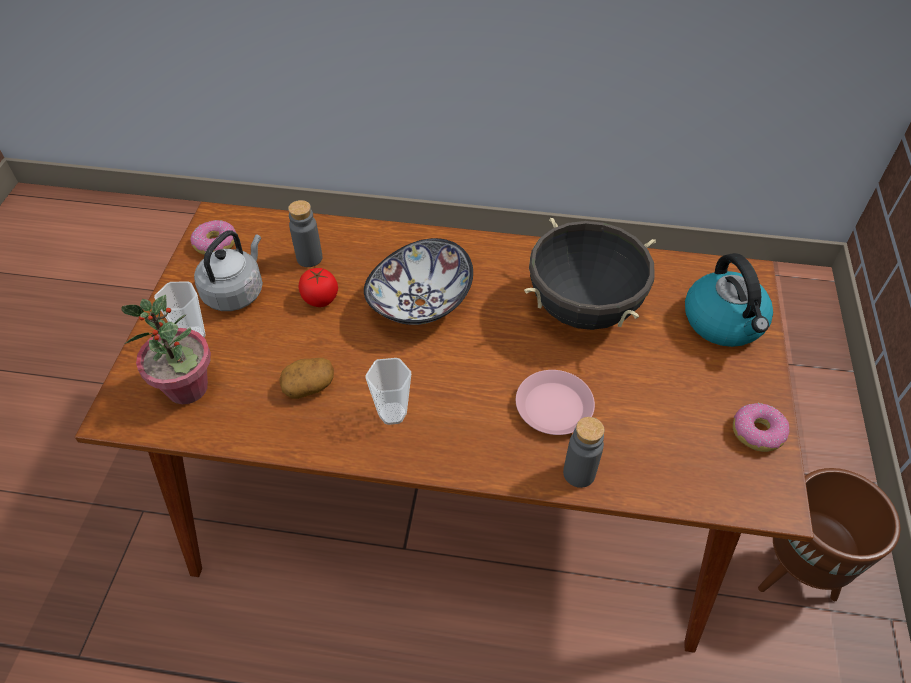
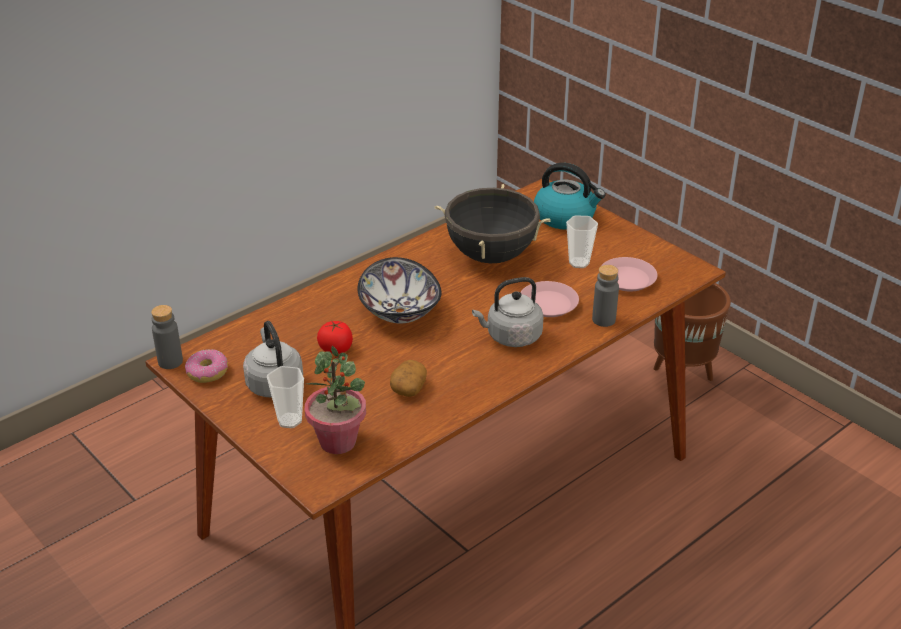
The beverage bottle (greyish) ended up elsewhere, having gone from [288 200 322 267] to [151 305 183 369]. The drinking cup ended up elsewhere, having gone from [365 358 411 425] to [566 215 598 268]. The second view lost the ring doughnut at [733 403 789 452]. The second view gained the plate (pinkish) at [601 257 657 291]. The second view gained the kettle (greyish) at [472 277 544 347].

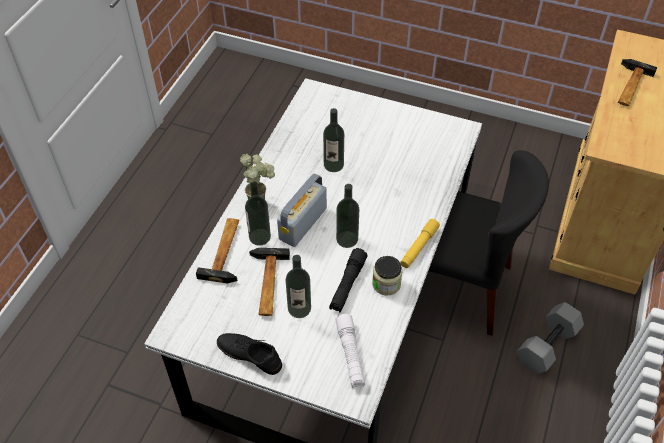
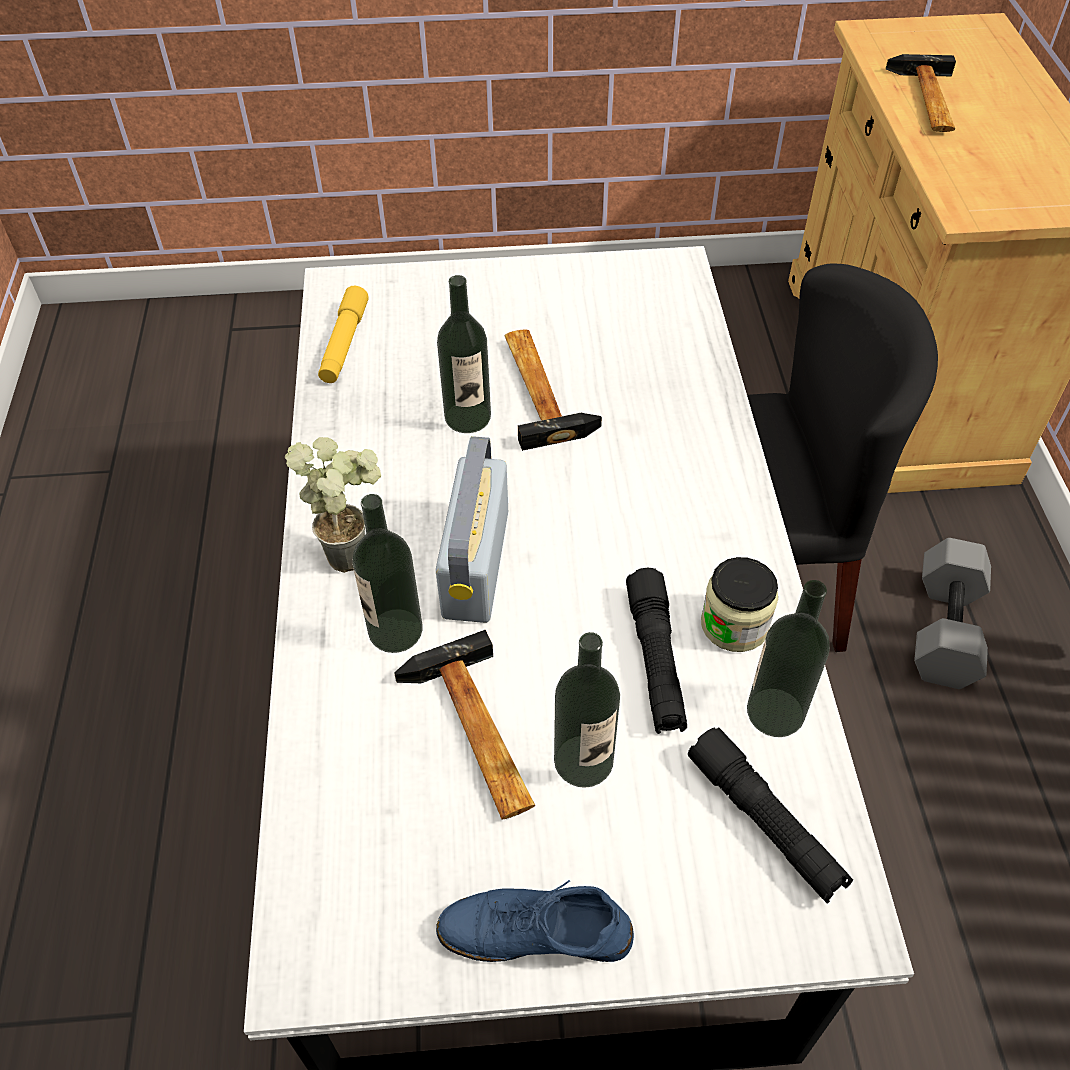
The beverage bottle ended up elsewhere, having gone from [336 184 359 248] to [747 580 830 737]. The hand hammer ended up elsewhere, having gone from [196 218 239 283] to [504 330 602 451]. The torch (yellow-coloured) ended up elsewhere, having gone from [400 219 440 268] to [318 286 369 383]. What was the torch (white) at [335 314 365 388] turned into the torch (black) at [688 727 853 904]. What was the shoe (black) at [217 333 282 375] turned into the shoe (bluish) at [436 880 634 962].

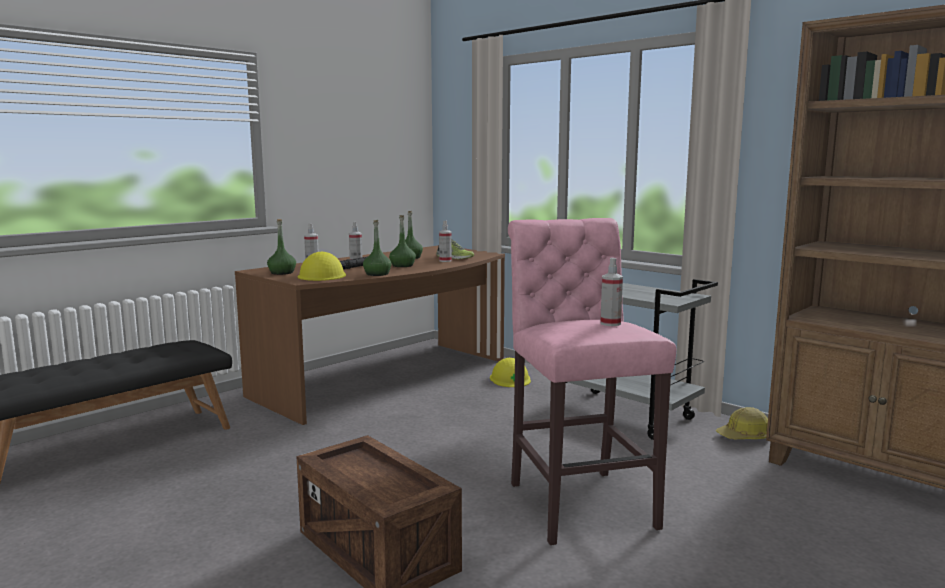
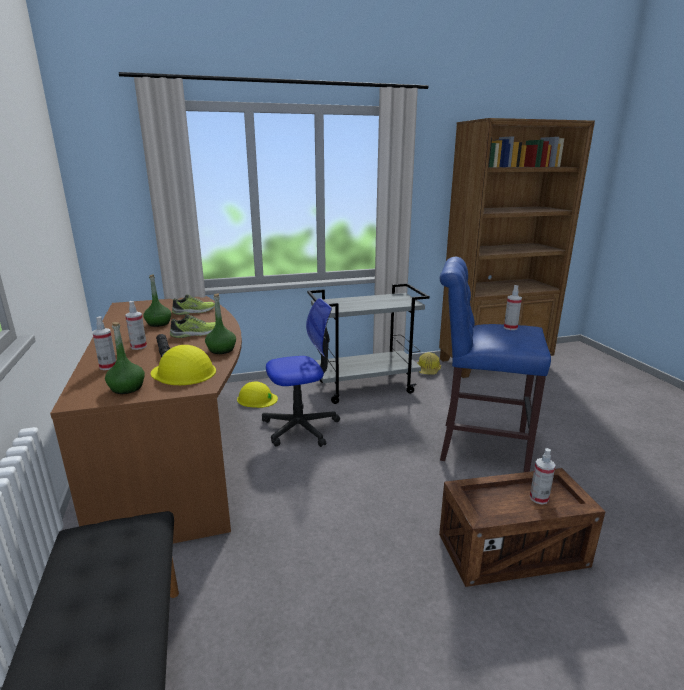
Where the beverage bottle (greenish) stood at [389 215 416 267], the shoe came to stand at [170 314 216 338]. What was the stool (pinkish) at [508 218 676 545] turned into the stool (bluish) at [440 257 551 472]. The hand sprayer ended up elsewhere, having gone from [439 221 452 262] to [530 448 556 504]. The second view gained the desk chair at [262 298 340 447].

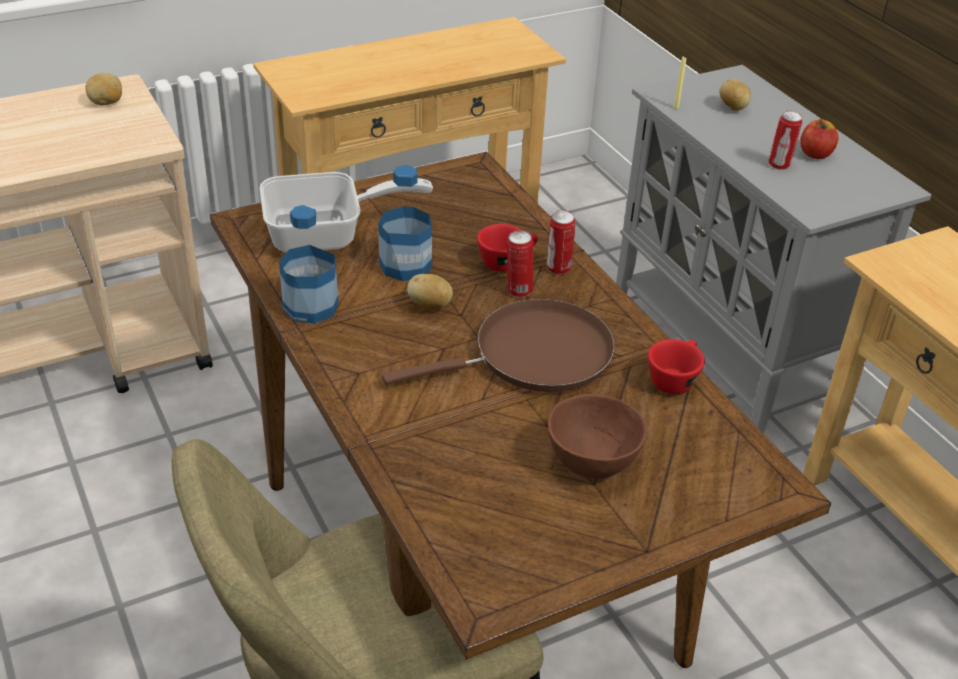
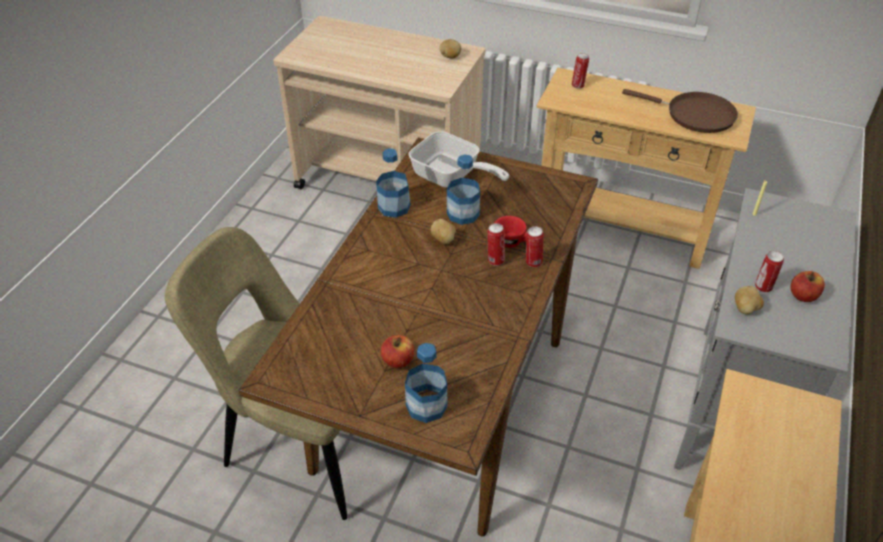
The spud ended up elsewhere, having gone from [719 79 751 111] to [735 286 764 314]. The pan (brown) ended up elsewhere, having gone from [382 299 615 392] to [622 89 738 133]. The second view lost the drinking cup (red) at [648 339 705 394]. Where the serving bowl (brown) stood at [548 394 647 478], the whole apple came to stand at [381 335 415 368]. The second view gained the metal can at [572 53 589 89]. The second view gained the beverage bottle at [405 343 447 423].

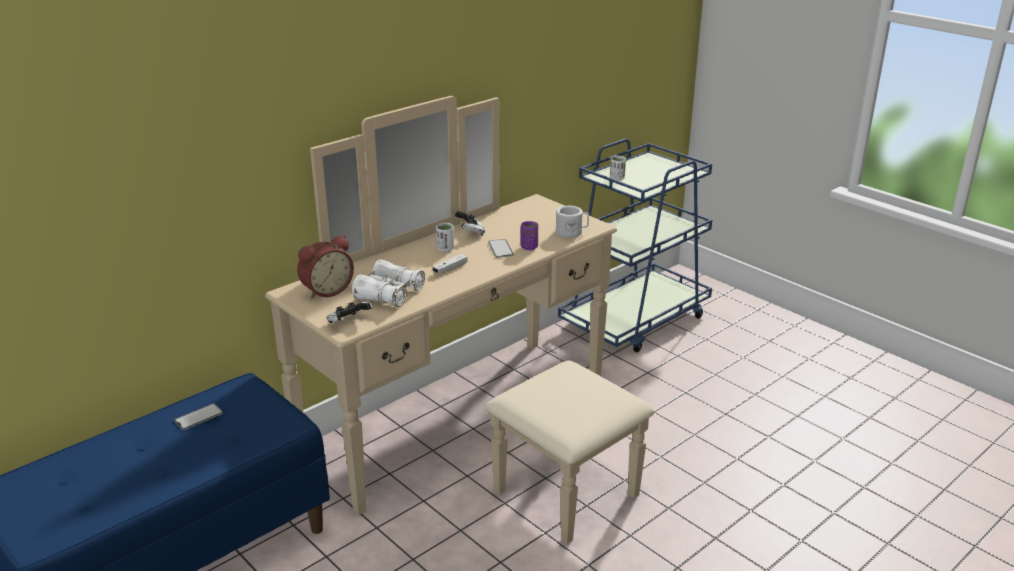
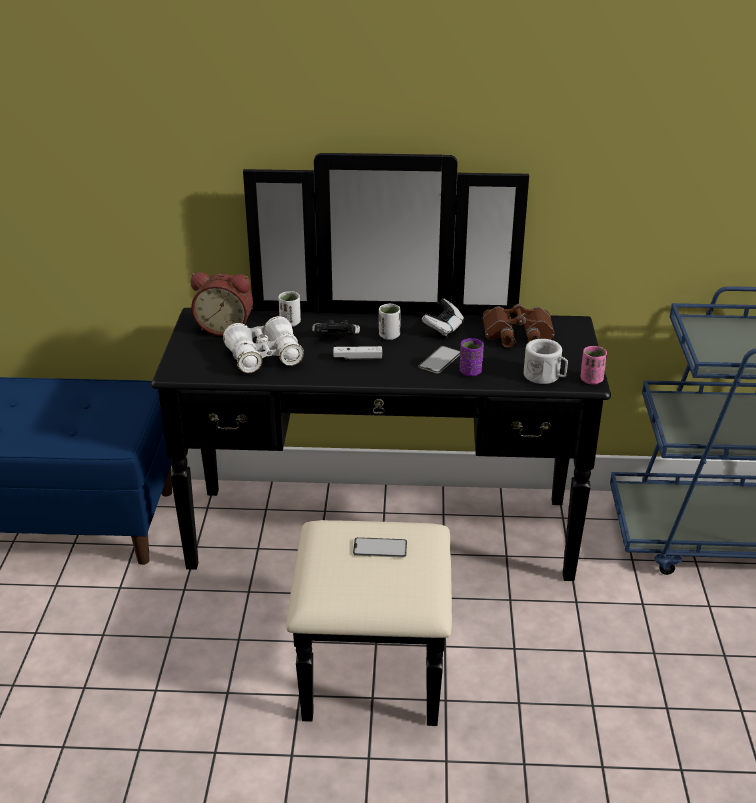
What was the dresser (beige-coloured) at [265 96 655 544] turned into the dresser (black) at [151 153 611 726]. The drinking cup (white) ended up elsewhere, having gone from [610 156 626 181] to [278 291 301 327]. The game controller ended up elsewhere, having gone from [327 302 372 323] to [312 320 360 335]. The telephone ended up elsewhere, having gone from [174 403 223 430] to [353 537 407 558]. The second view gained the pair of binoculars (brown) at [483 304 555 348]. The second view gained the drinking cup (pinkish) at [581 346 607 384].

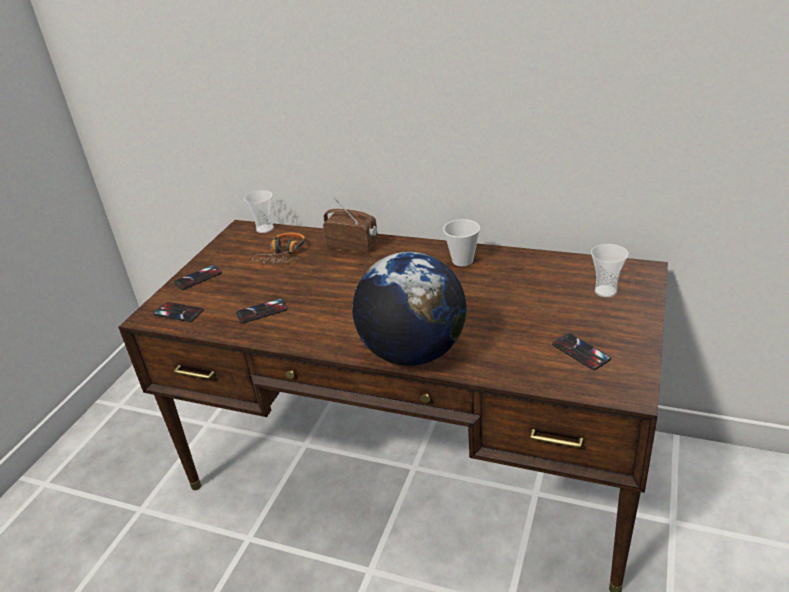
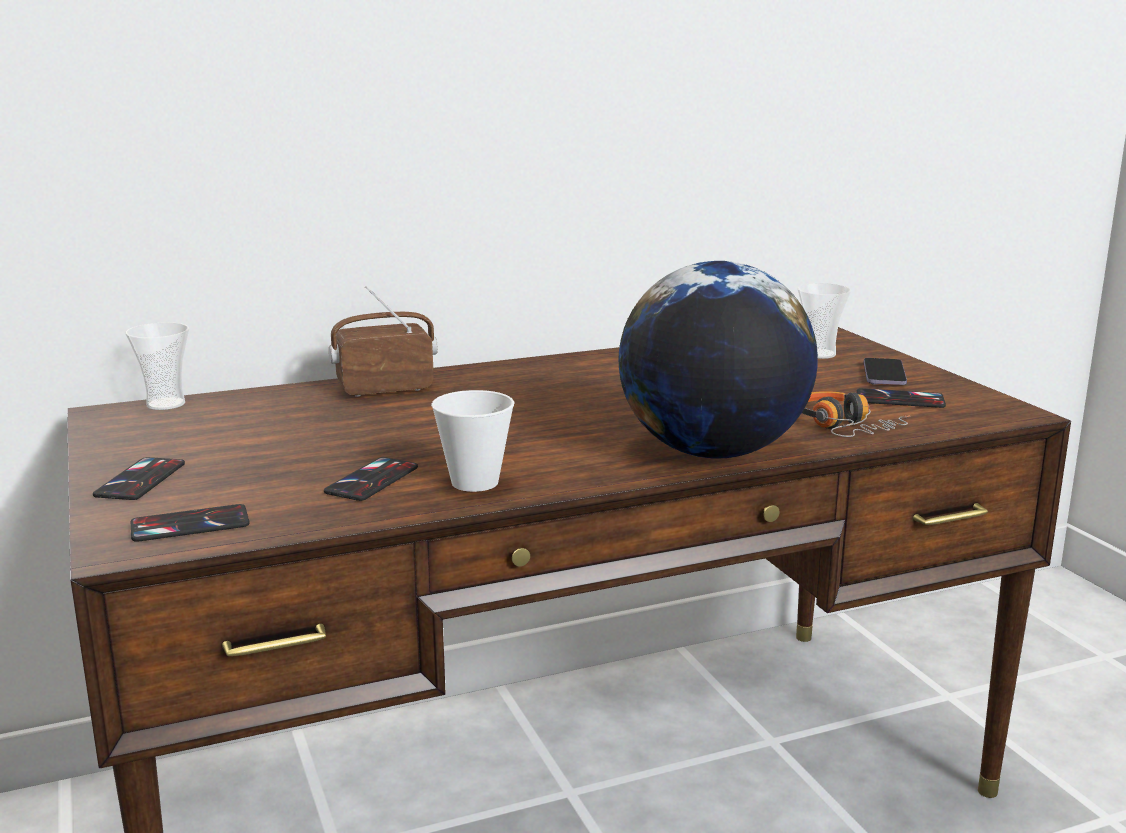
The drinking cup ended up elsewhere, having gone from [443 219 480 266] to [431 390 515 492]. The pair of headphones ended up elsewhere, having gone from [252 233 305 263] to [802 391 910 437]. The second view gained the telephone at [864 358 907 385].

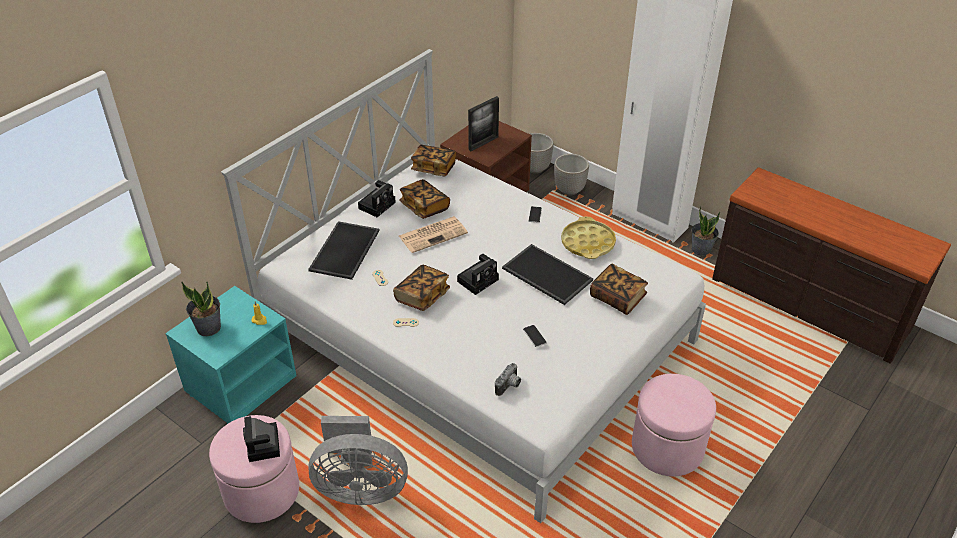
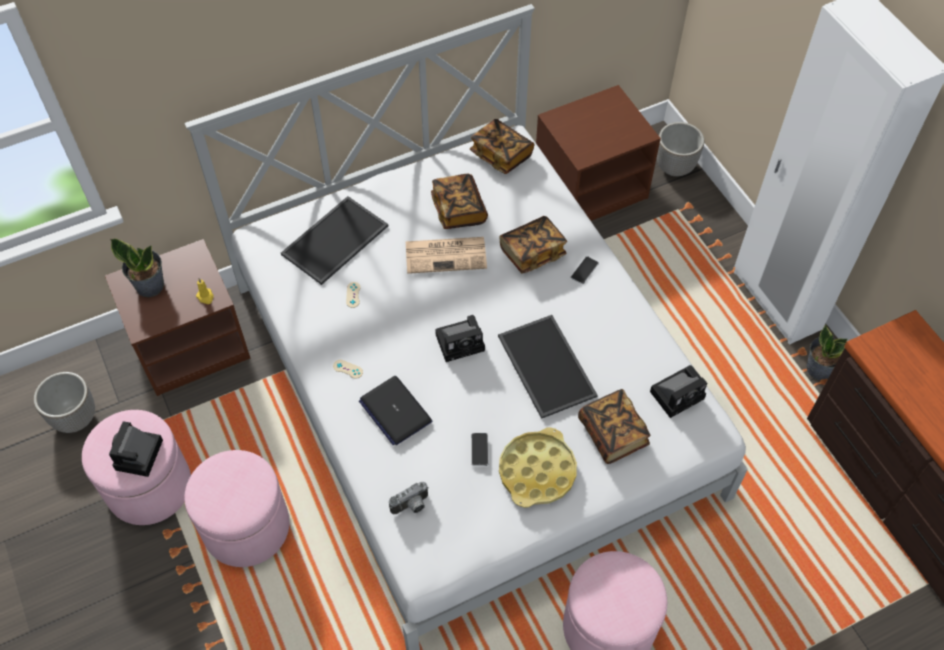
The second view lost the picture frame at [468 96 499 151]. The plant pot ended up elsewhere, having gone from [554 154 589 195] to [33 372 95 433]. The still camera ended up elsewhere, having gone from [358 180 396 217] to [650 365 707 418]. The tray (yellow-coloured) ended up elsewhere, having gone from [561 216 616 259] to [499 427 577 508]. The book ended up elsewhere, having gone from [393 265 450 311] to [499 216 567 273]. What was the nightstand (turquoise-coloured) at [165 286 297 424] turned into the nightstand (brown) at [105 239 250 396]. Where the electric fan (greyish) stood at [308 416 408 505], the pouffe (pinkish) came to stand at [184 450 290 567]. The second view gained the laptop at [359 376 432 445].

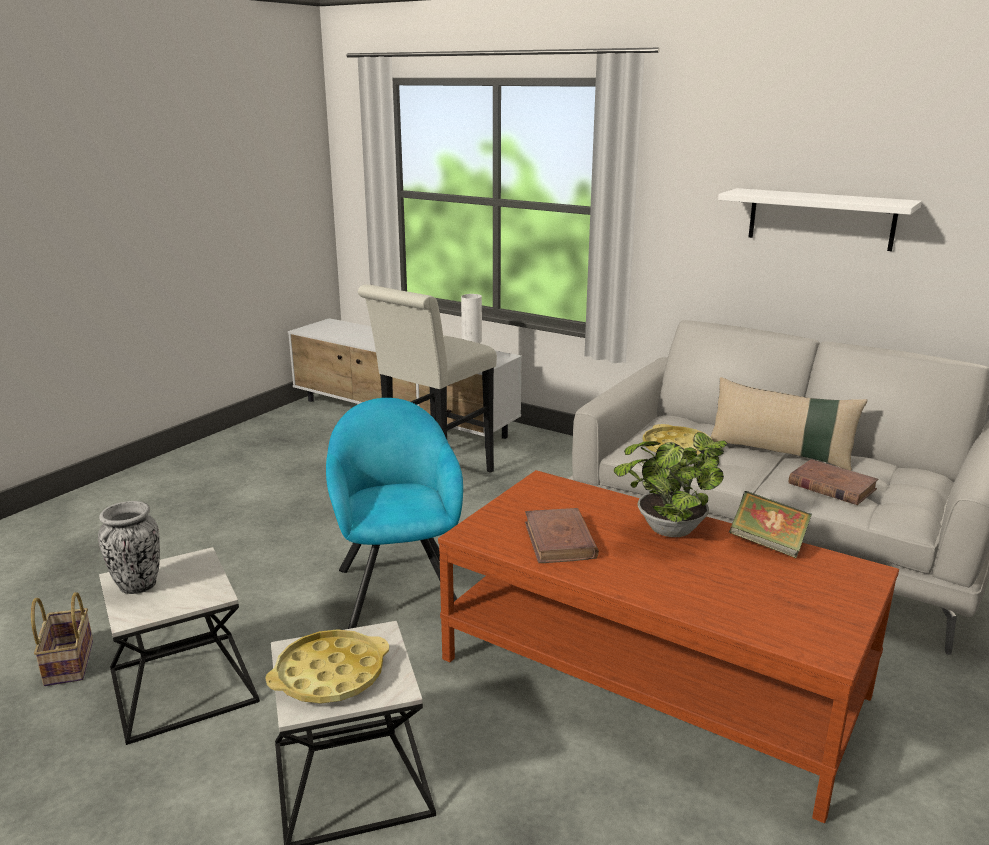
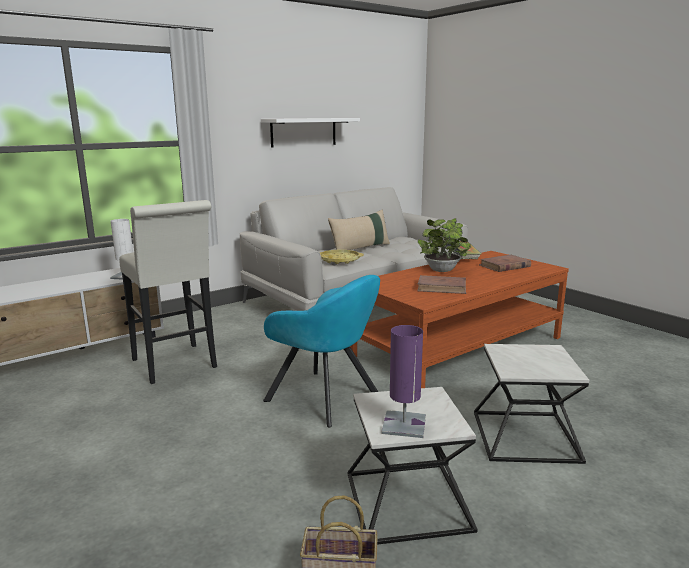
The easy chair (turquoise-coloured) at [326 398 463 629] ended up facing another way, 150 degrees counterclockwise from before. The book (brown) ended up elsewhere, having gone from [789 459 879 505] to [479 255 531 272]. Where the flower vase stood at [98 501 160 594], the table lamp (purple) came to stand at [382 325 426 438]. The second view lost the tray (yellow-coloured) at [265 629 389 703].

